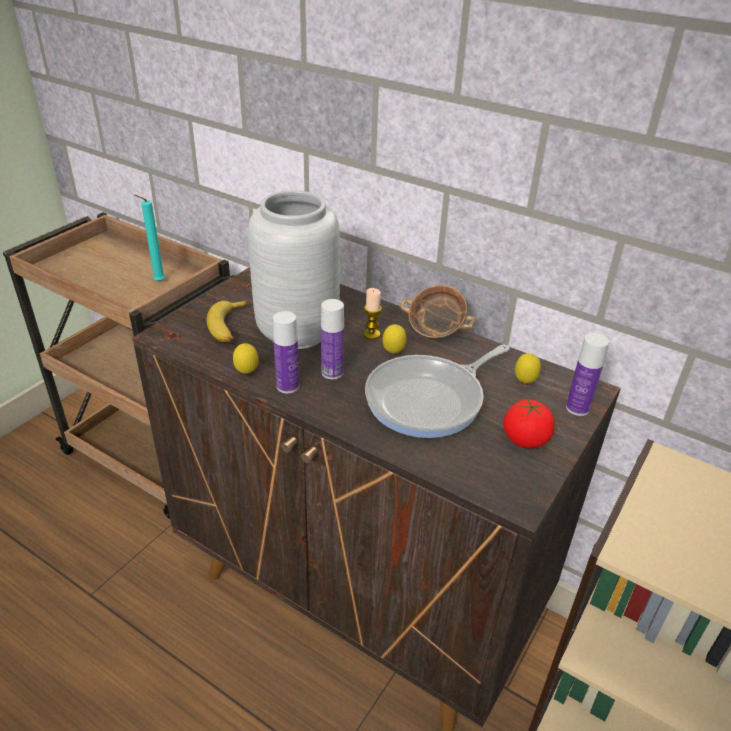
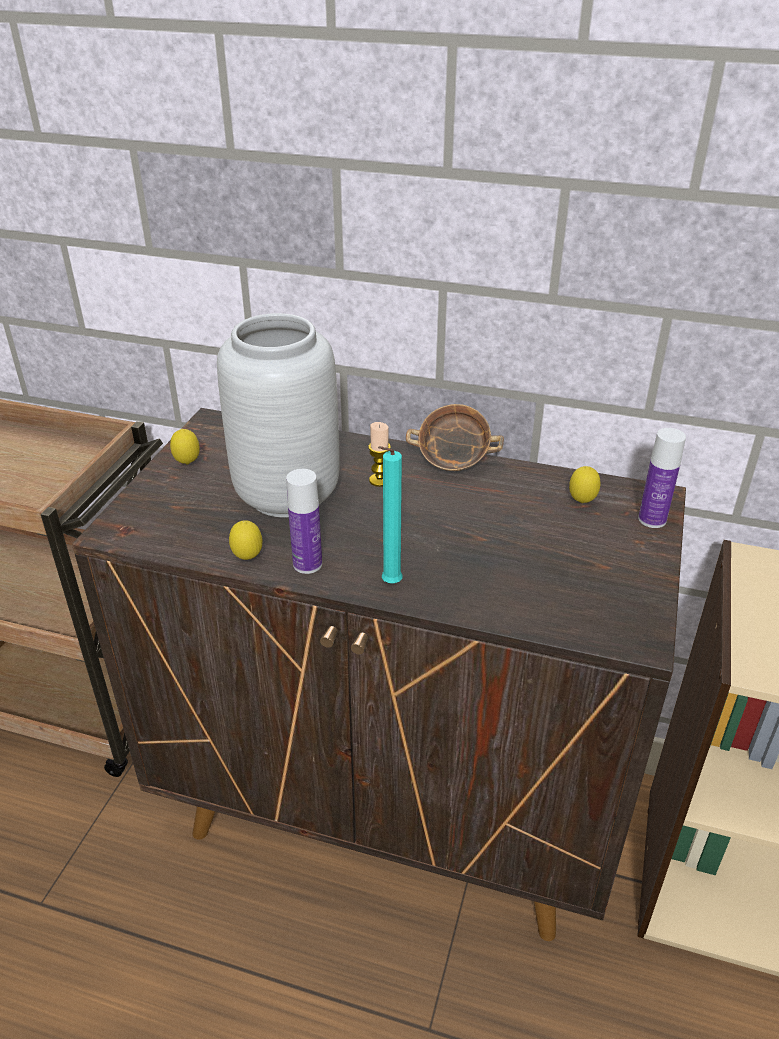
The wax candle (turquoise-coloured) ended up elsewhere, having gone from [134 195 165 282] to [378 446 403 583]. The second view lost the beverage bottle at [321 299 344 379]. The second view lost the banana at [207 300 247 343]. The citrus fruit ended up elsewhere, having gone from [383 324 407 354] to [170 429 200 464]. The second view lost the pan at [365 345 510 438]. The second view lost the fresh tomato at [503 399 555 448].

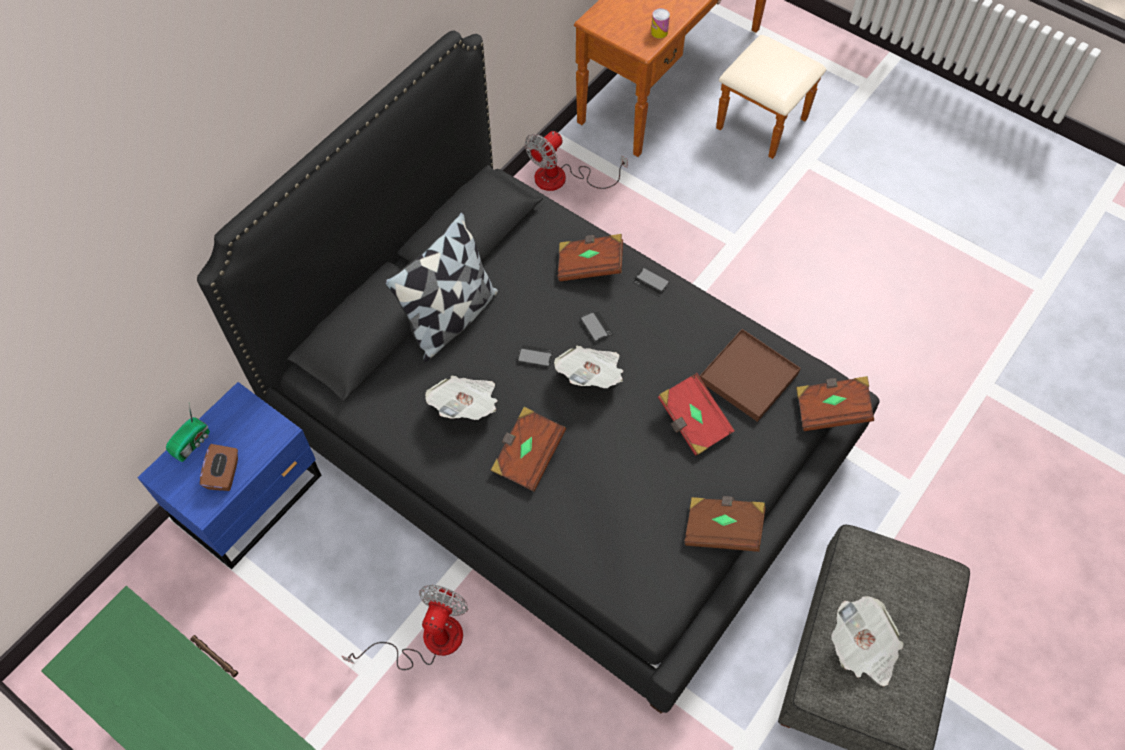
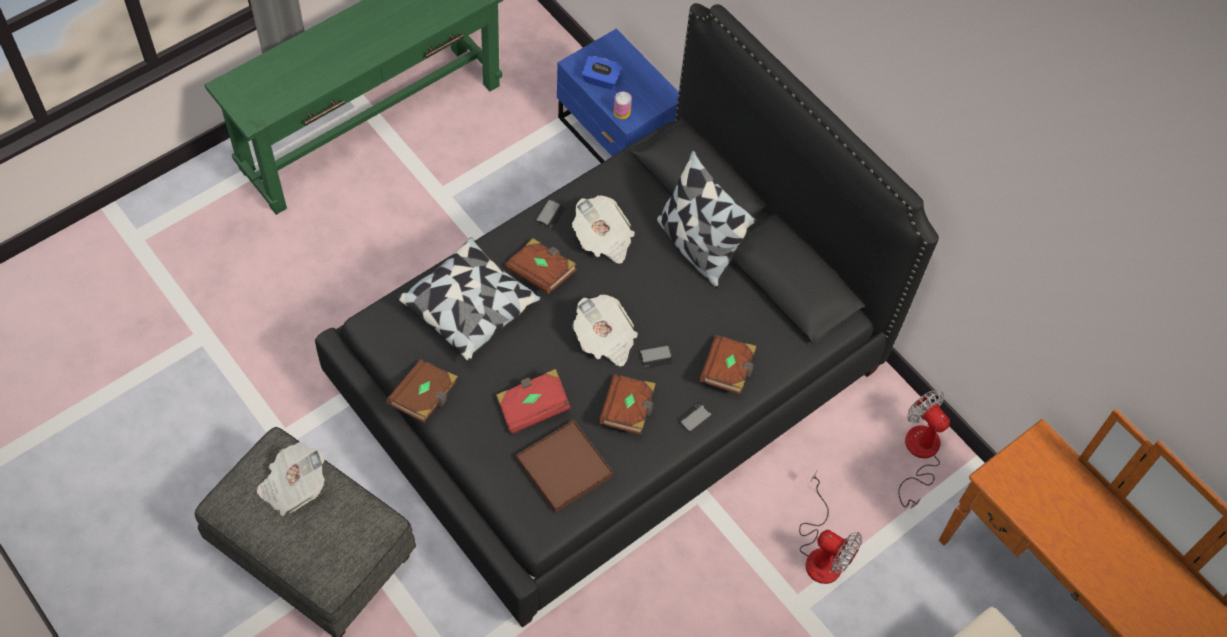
The metal can ended up elsewhere, having gone from [651 8 670 39] to [614 92 632 119]. The telephone ended up elsewhere, having gone from [518 345 554 367] to [535 199 565 229]. The book (brown) ended up elsewhere, having gone from [796 376 874 431] to [599 374 656 435]. The second view lost the radio set at [166 404 210 462]. What was the tissue holder (brown) at [200 444 238 491] turned into the tissue holder (bluish) at [582 56 622 89]. The electric fan ended up elsewhere, having gone from [342 585 468 670] to [799 471 862 584]. The second view gained the throw pillow at [395 237 542 362].

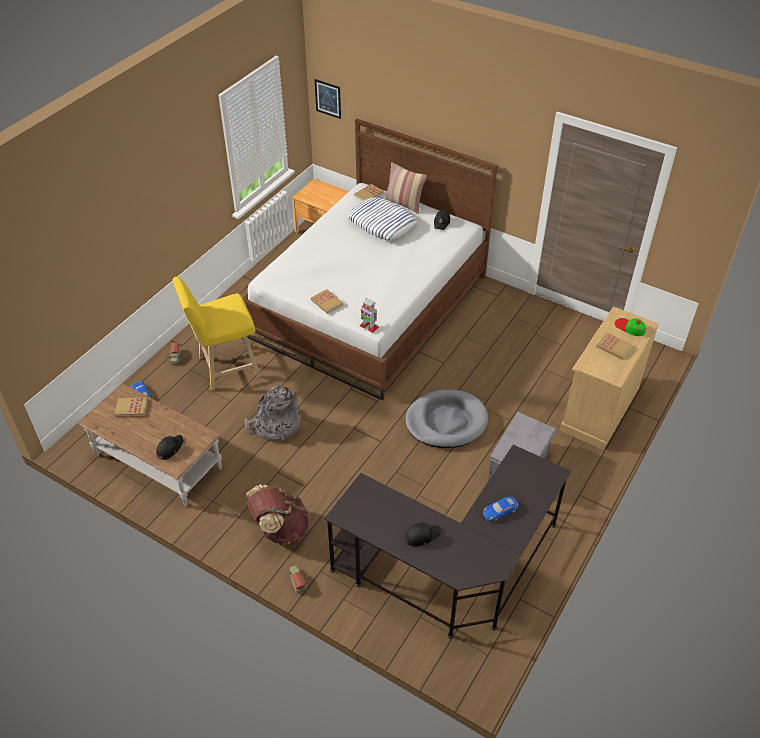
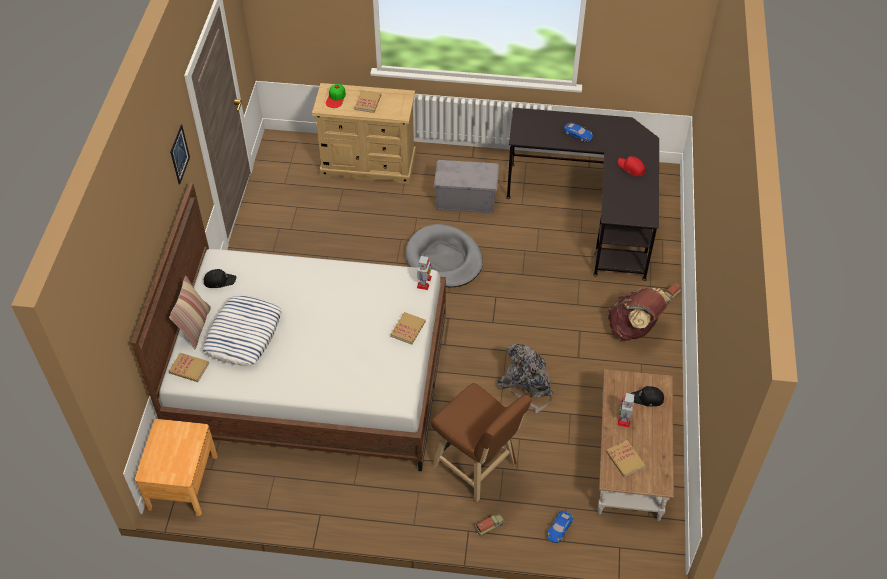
The wall picture ended up elsewhere, having gone from [314 79 341 119] to [170 124 190 185]. What was the stool (yellow-coloured) at [172 277 261 390] turned into the stool (brown) at [431 383 532 502]. What was the peaked cap (black) at [405 522 441 547] turned into the peaked cap (red) at [618 156 645 176]. The second view gained the toy robot at [617 393 634 428].

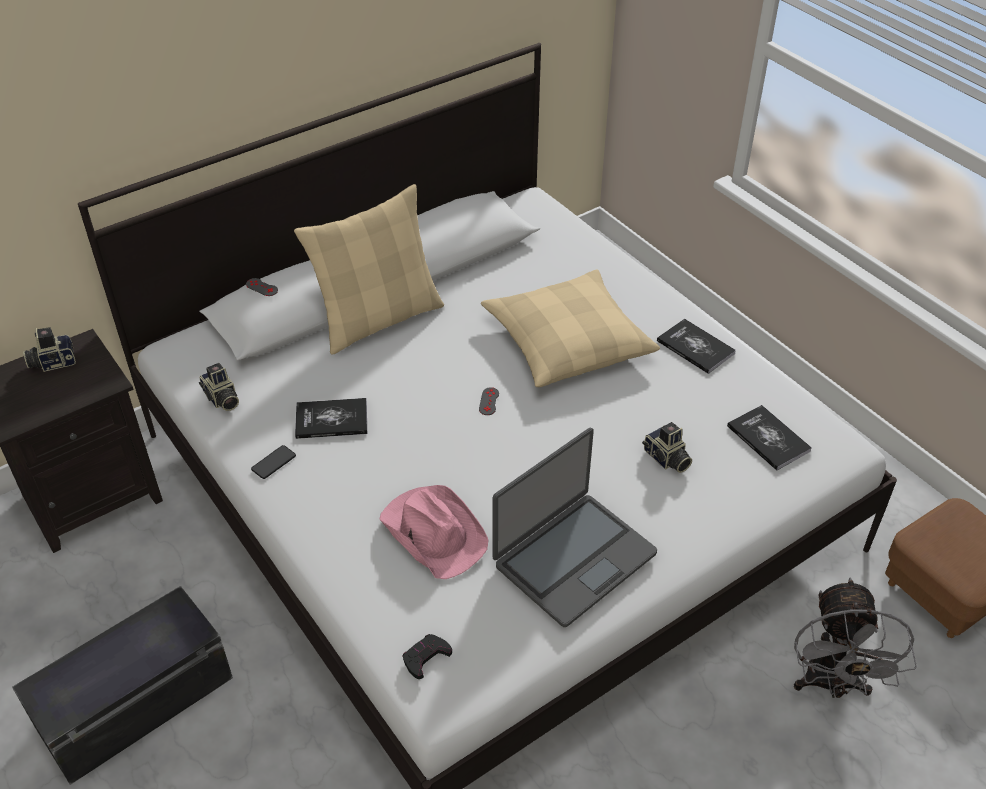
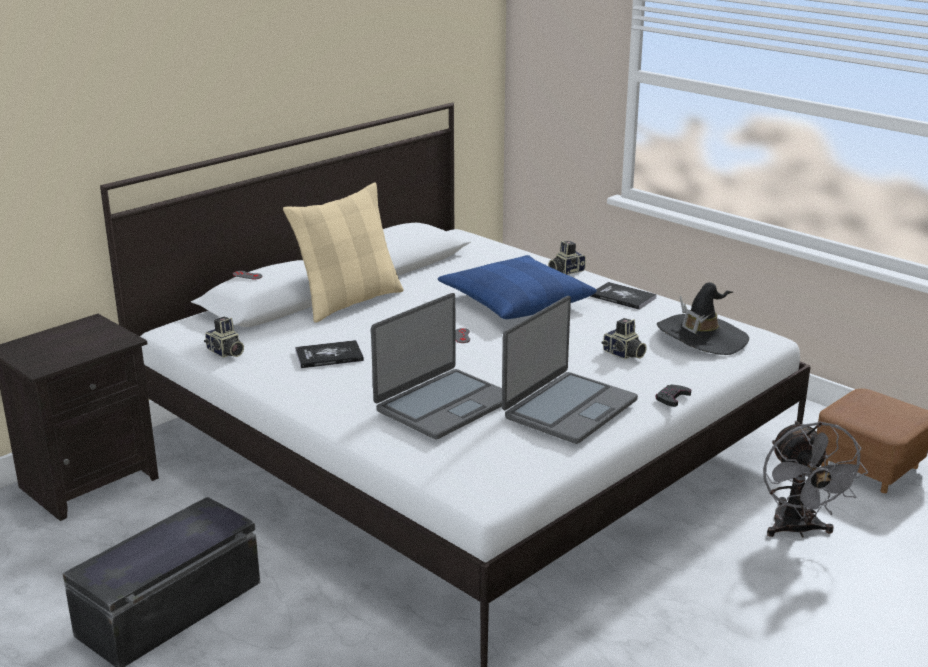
What was the throw pillow (beige-coloured) at [481 269 660 387] turned into the throw pillow (bluish) at [438 255 597 319]. The still camera ended up elsewhere, having gone from [23 327 76 372] to [548 241 586 275]. Where the book stood at [727 405 812 471], the wearable hat (black) came to stand at [657 282 749 355]. The second view lost the telephone at [251 445 296 479]. Where the wearable hat (pinkish) stood at [379 485 488 579], the laptop came to stand at [371 293 502 440]. The game controller (black) ended up elsewhere, having gone from [402 634 452 679] to [655 385 691 407].

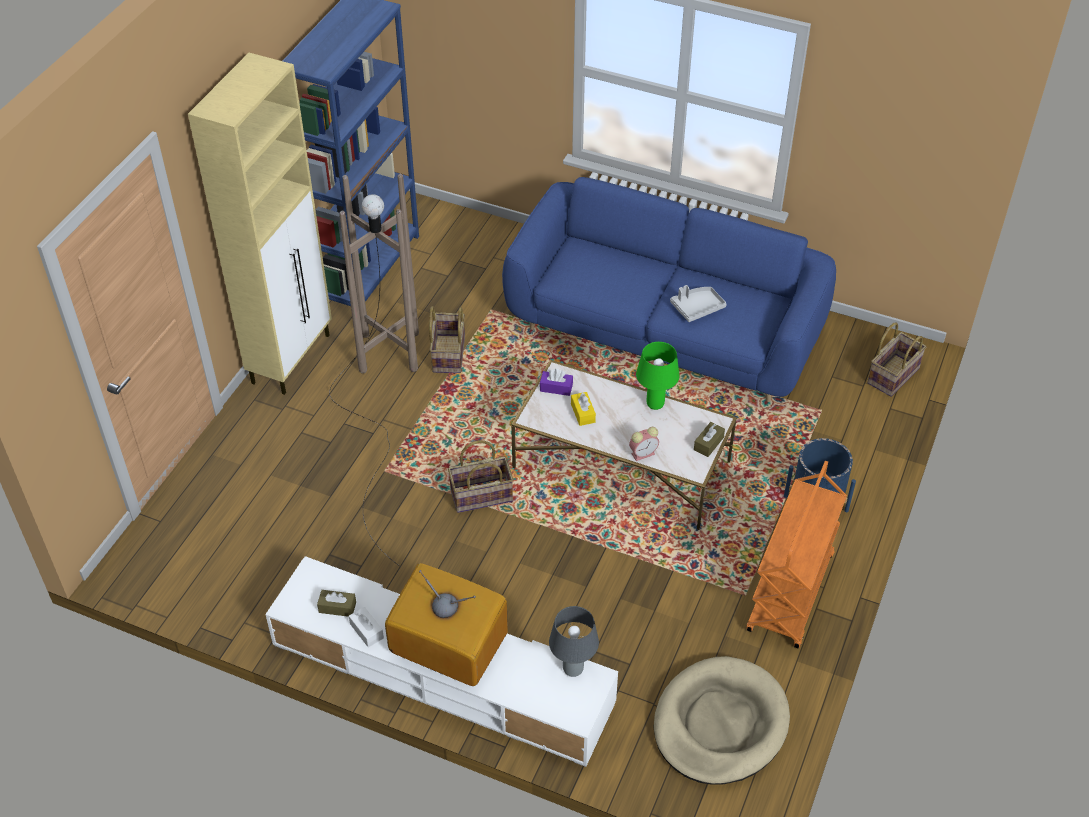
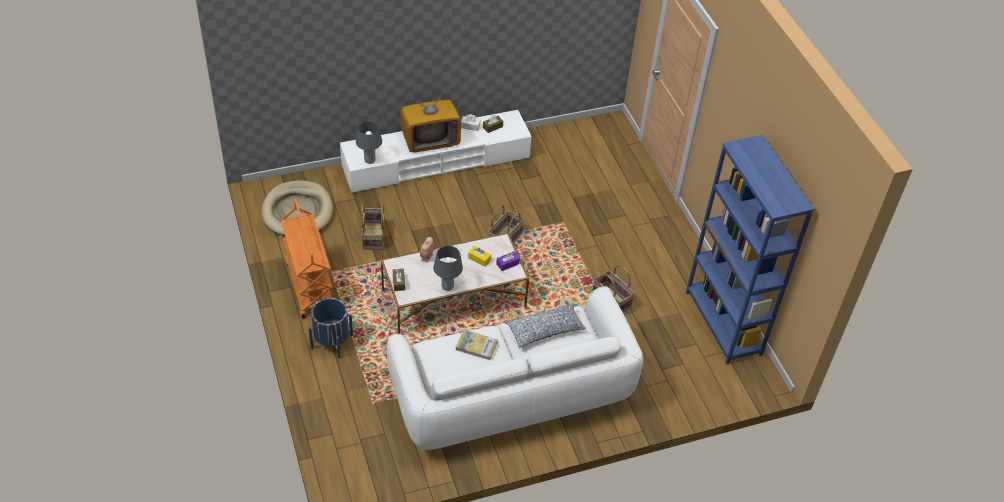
The second view lost the storage cabinet (beige-coloured) at [188 53 332 395]. The second view lost the standard lamp (brown) at [329 174 419 566]. What was the couch (bluish) at [502 177 836 402] turned into the couch (white) at [387 286 643 451]. Where the tray (greyish) stood at [670 285 726 322], the book came to stand at [456 330 498 360]. The household basket ended up elsewhere, having gone from [867 322 926 397] to [361 203 385 250]. What was the table lamp (greenish) at [636 342 680 410] turned into the table lamp (greyish) at [433 246 463 291]. The second view gained the throw pillow at [505 303 586 348].

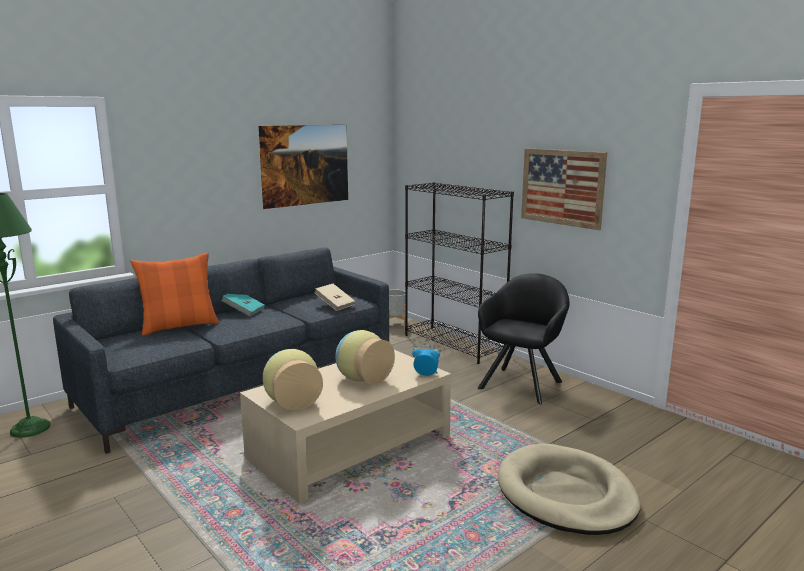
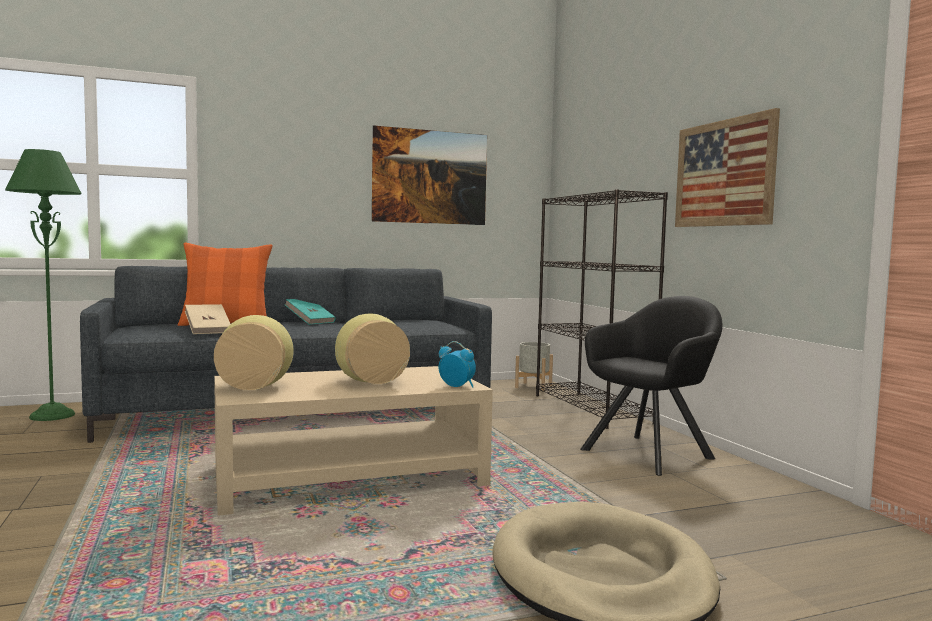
The book (beige-coloured) ended up elsewhere, having gone from [314 284 355 311] to [185 304 230 334].

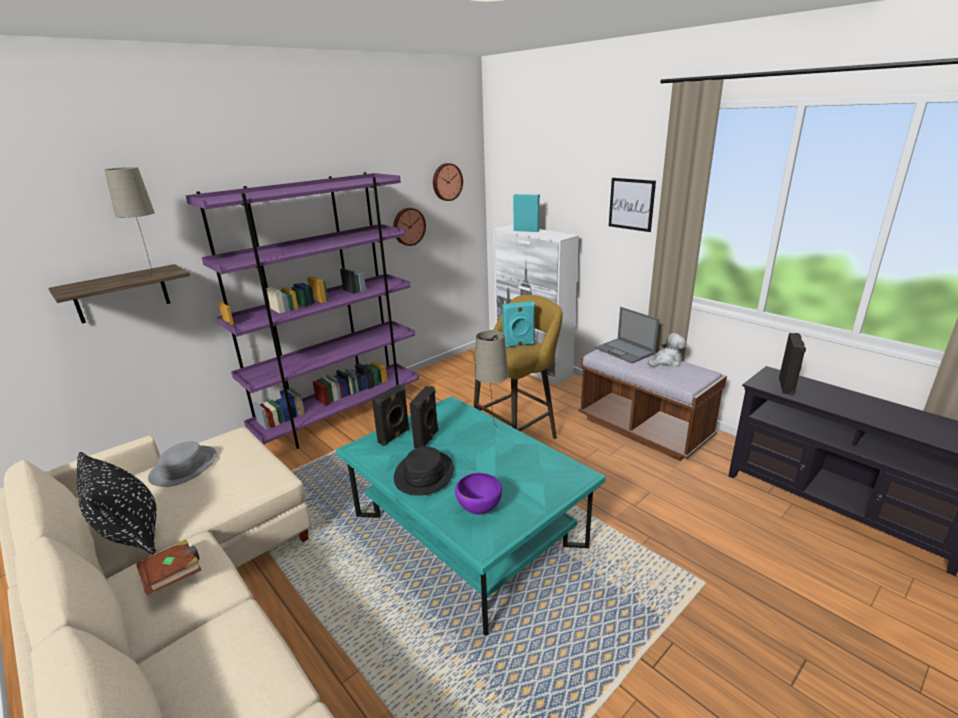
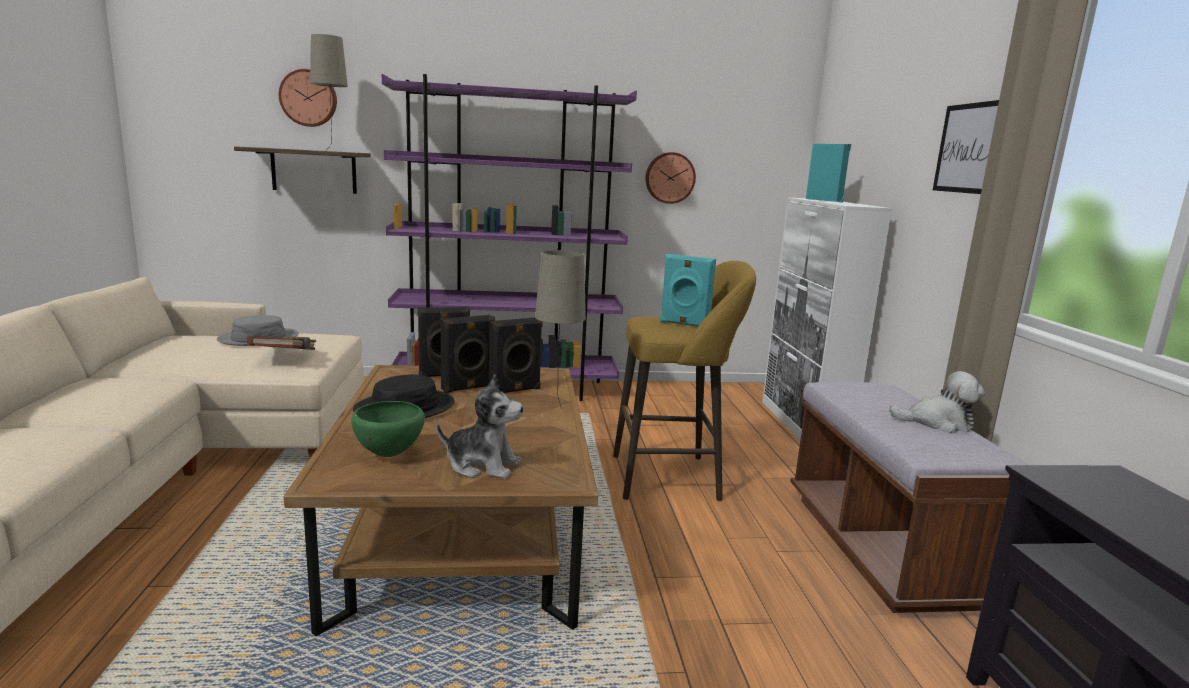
The wall clock ended up elsewhere, having gone from [433 163 463 201] to [279 69 337 127]. The second view lost the laptop at [595 307 659 363]. The loudspeaker (black) ended up elsewhere, having gone from [779 333 806 395] to [489 317 543 393]. What was the lounge table (turquoise-coloured) at [336 396 606 636] turned into the lounge table (brown) at [284 365 598 636]. The second view lost the throw pillow (black) at [77 452 157 554]. What was the serving bowl (purple) at [455 473 502 515] turned into the serving bowl (greenish) at [352 401 425 457]. The book (brown) ended up elsewhere, having gone from [136 539 201 595] to [247 336 316 350]. The second view gained the cuddly toy at [437 374 524 479].

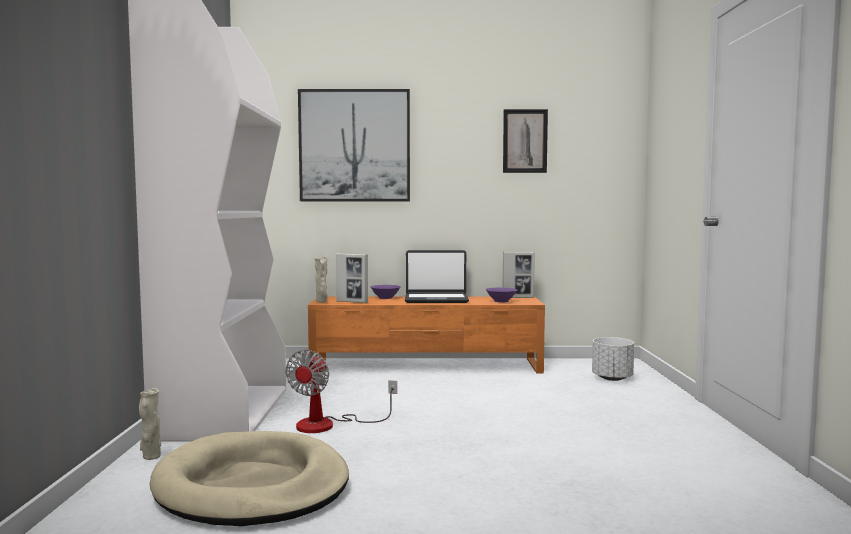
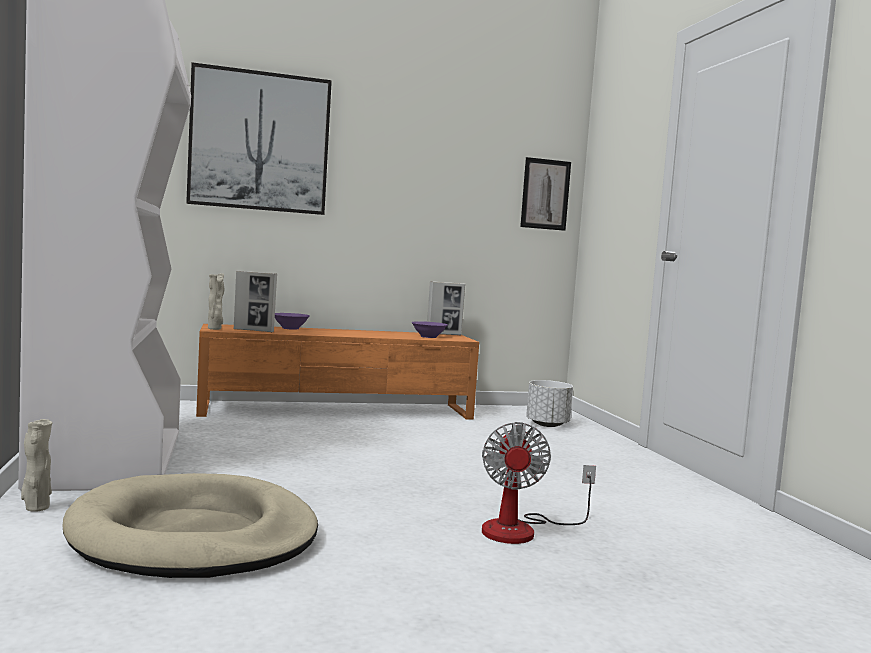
The wall picture ended up elsewhere, having gone from [503 109 548 173] to [520 157 571 231]. The second view lost the laptop at [405 250 469 303]. The electric fan ended up elsewhere, having gone from [286 350 397 433] to [482 422 596 544].

